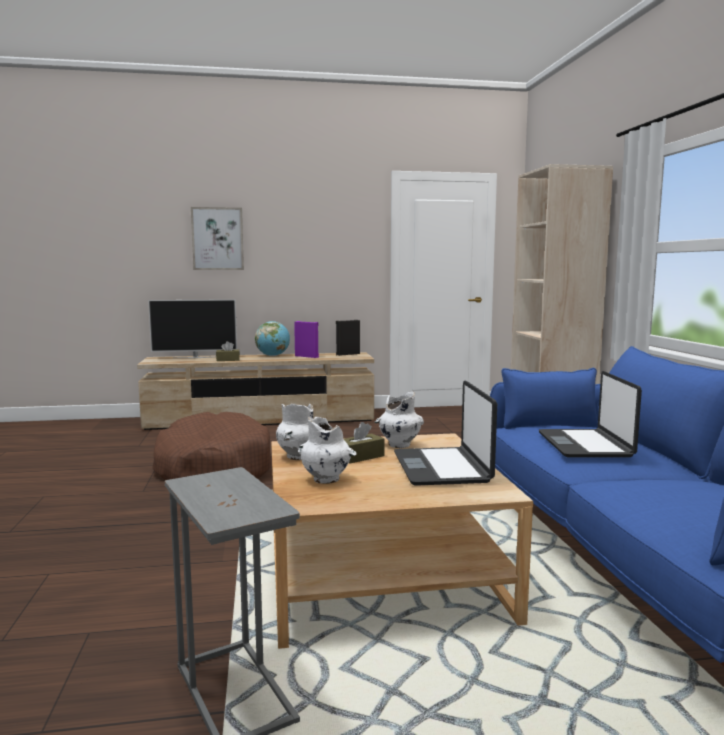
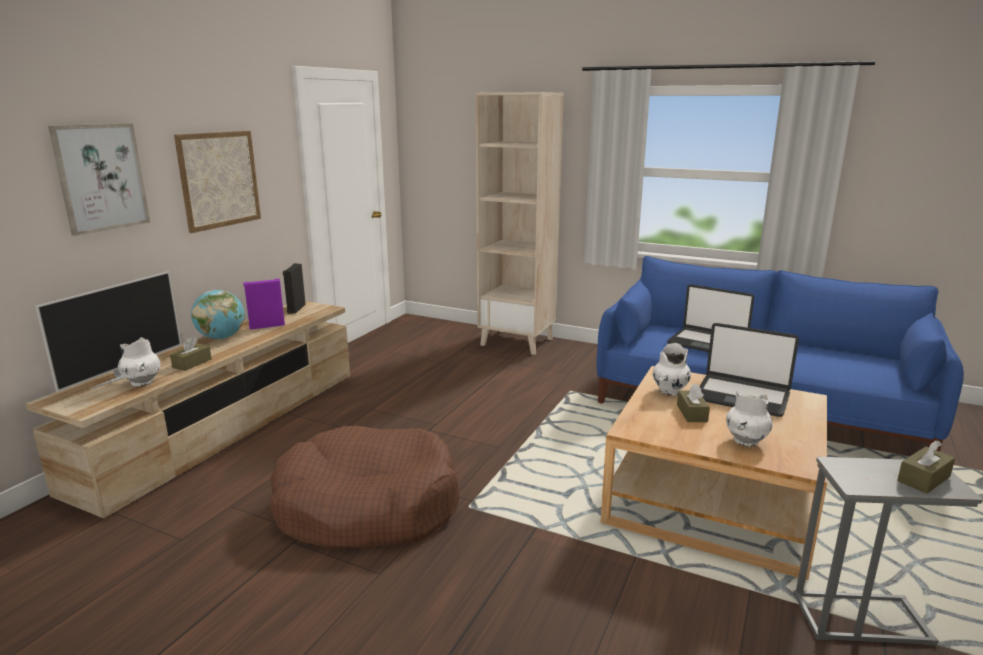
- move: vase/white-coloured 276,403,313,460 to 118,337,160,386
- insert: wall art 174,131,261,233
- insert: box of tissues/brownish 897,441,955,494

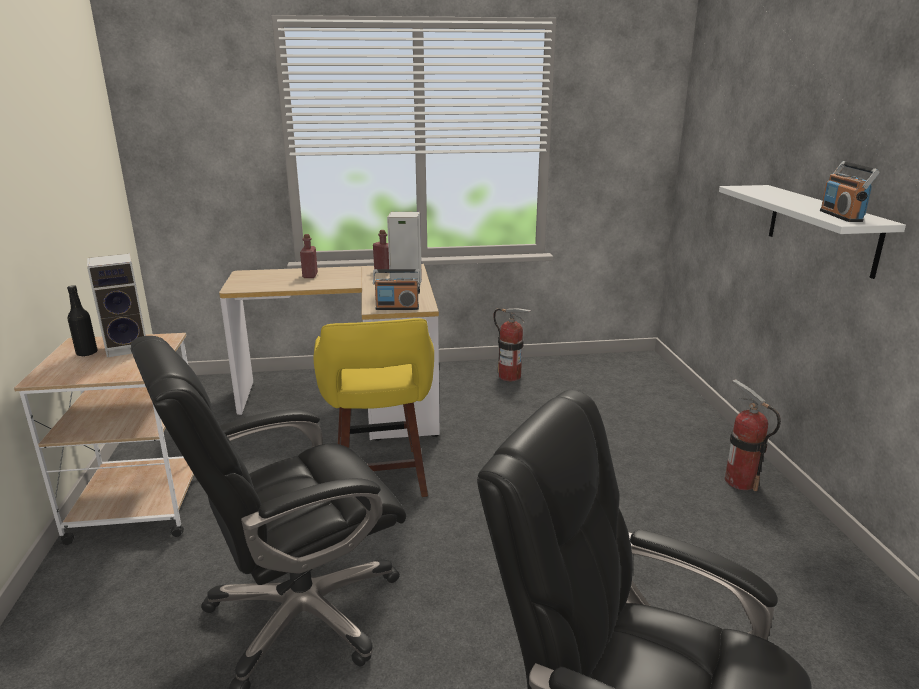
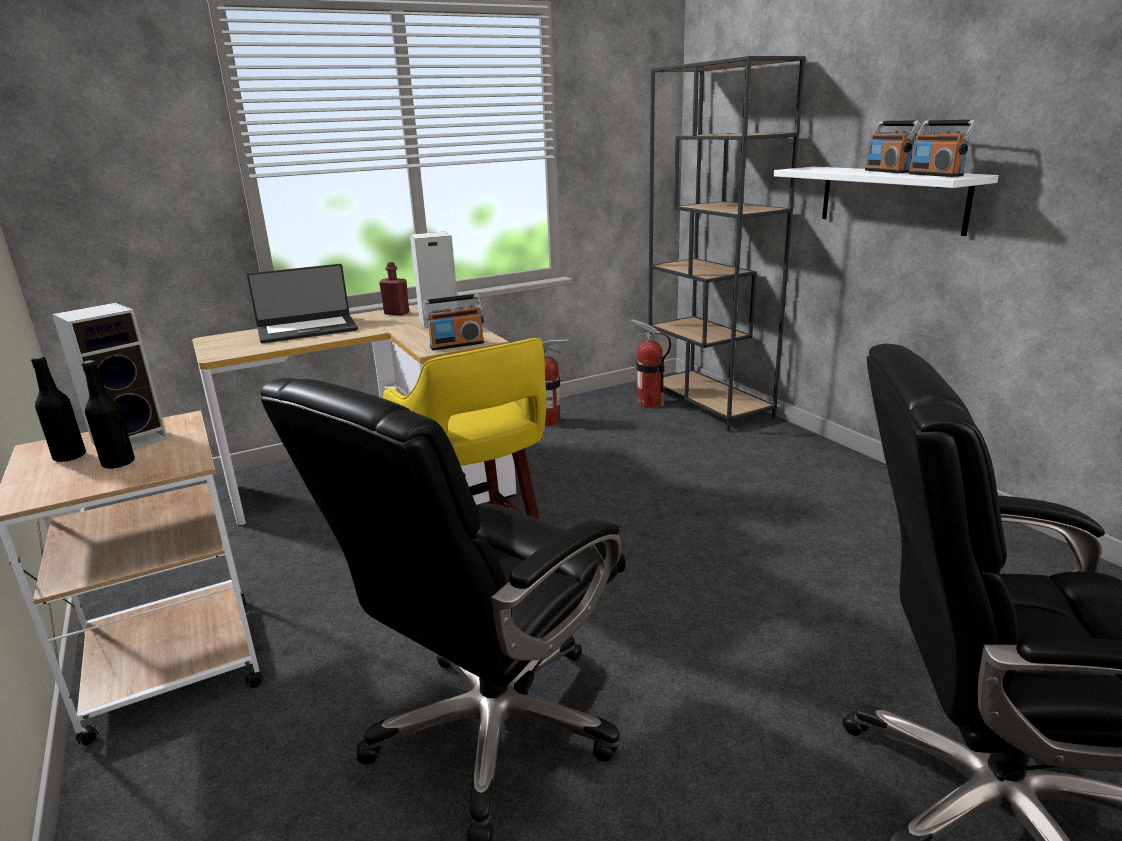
- replace: beverage bottle/red-coloured 300,234,318,278 to laptop 247,264,358,343
- move: extinguisher 725,379,781,491 to 630,319,671,408
- insert: shelving unit 648,56,805,431
- insert: radio 865,121,921,173
- insert: beverage bottle/black-coloured 82,360,135,469

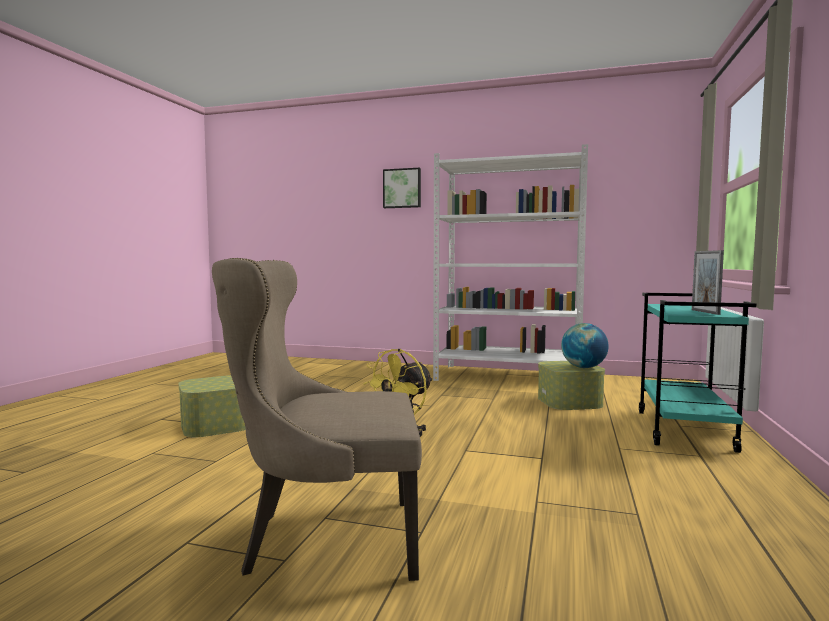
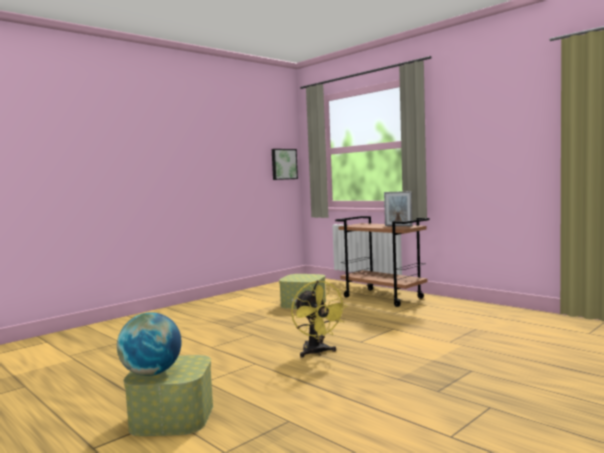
- delete: shelving unit/white-coloured 433,144,588,381
- move: wall art 383,168,421,208 to 272,149,298,180
- delete: upright chair/sand-coloured 212,258,422,581
- recolor: wheeled cart/turquoise 639,293,756,453 to wheeled cart/brownish 335,216,430,307
- move: globe 561,323,609,368 to 117,312,182,376

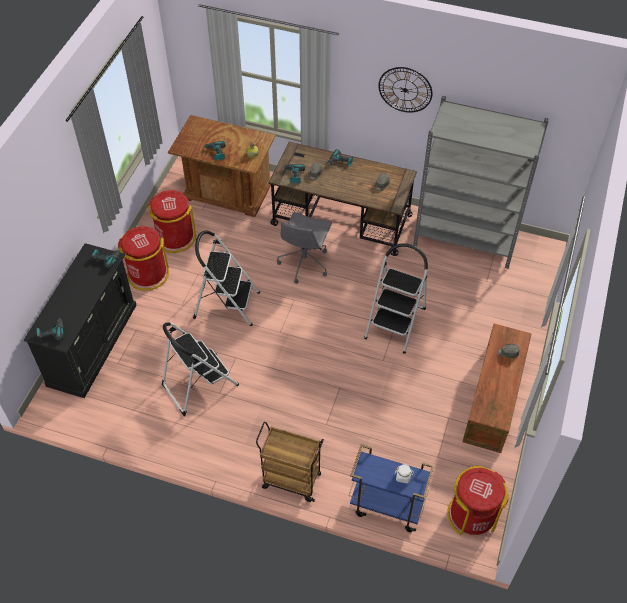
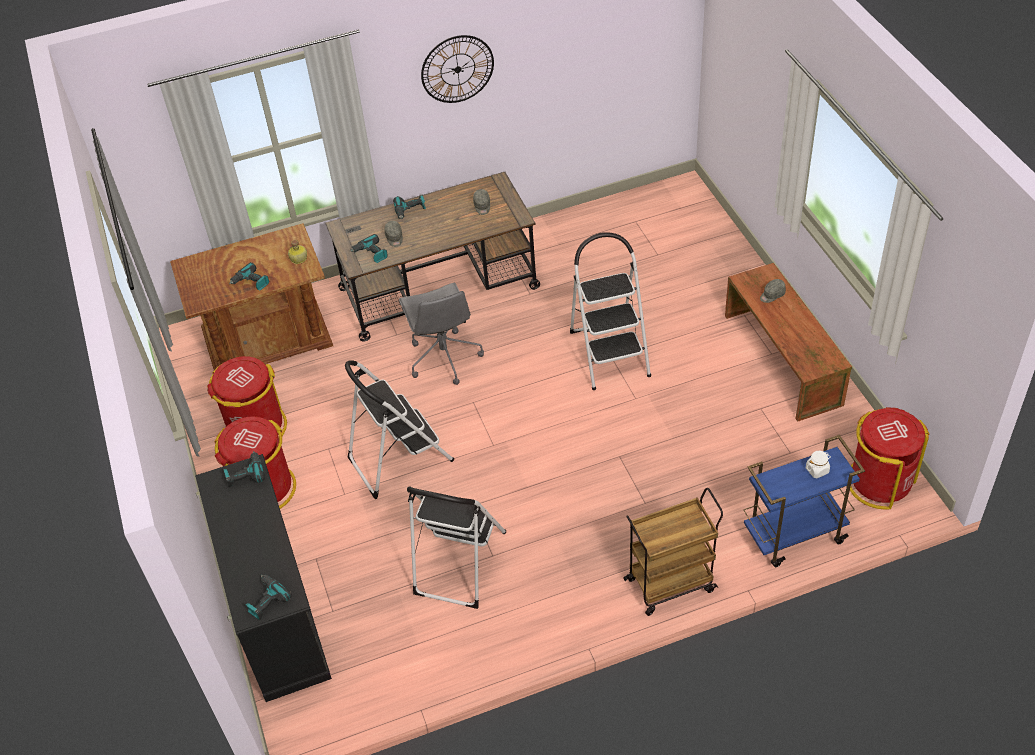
- delete: shelving unit/grey 413,96,549,269

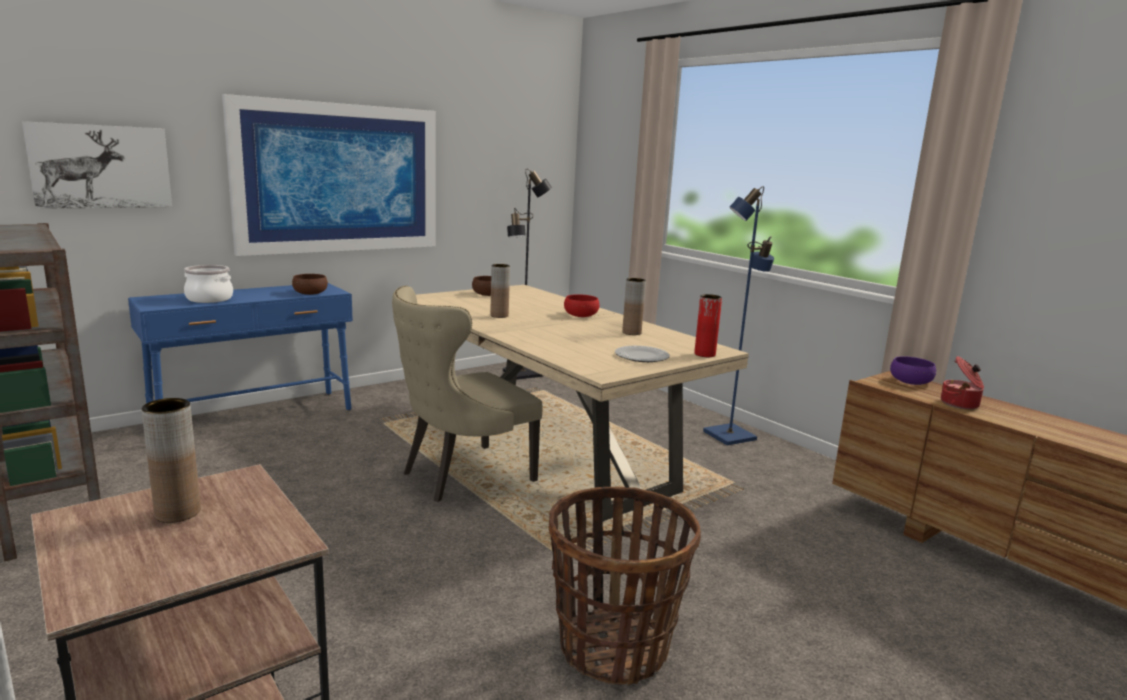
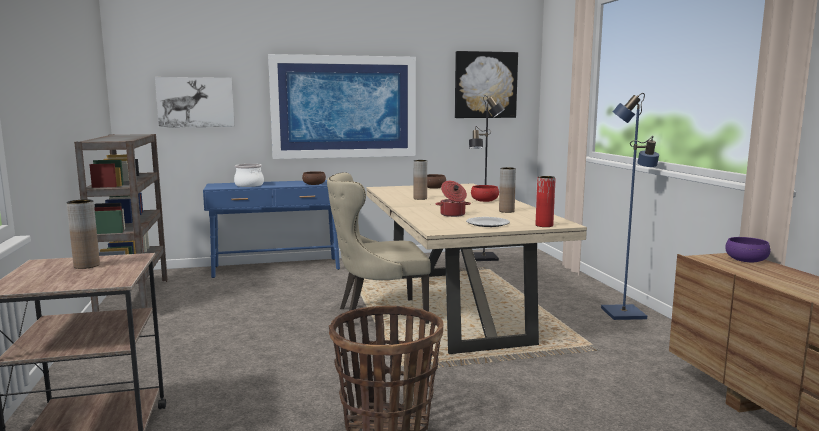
- move: stockpot 941,356,984,409 to 435,181,471,217
- insert: wall art 455,51,518,118

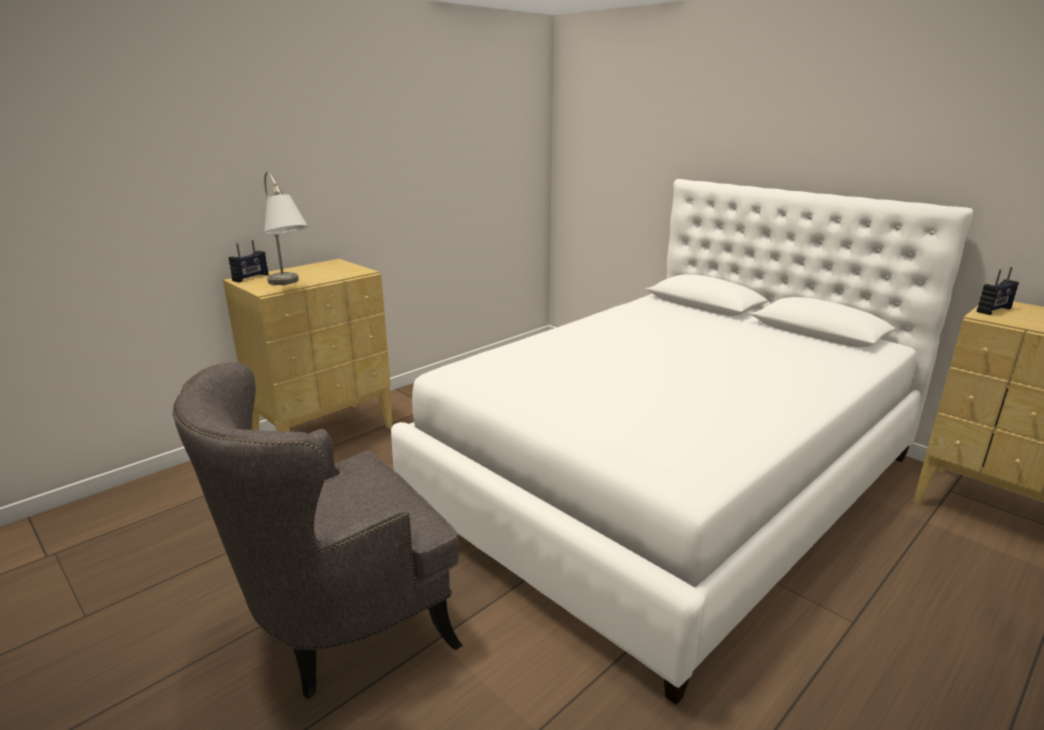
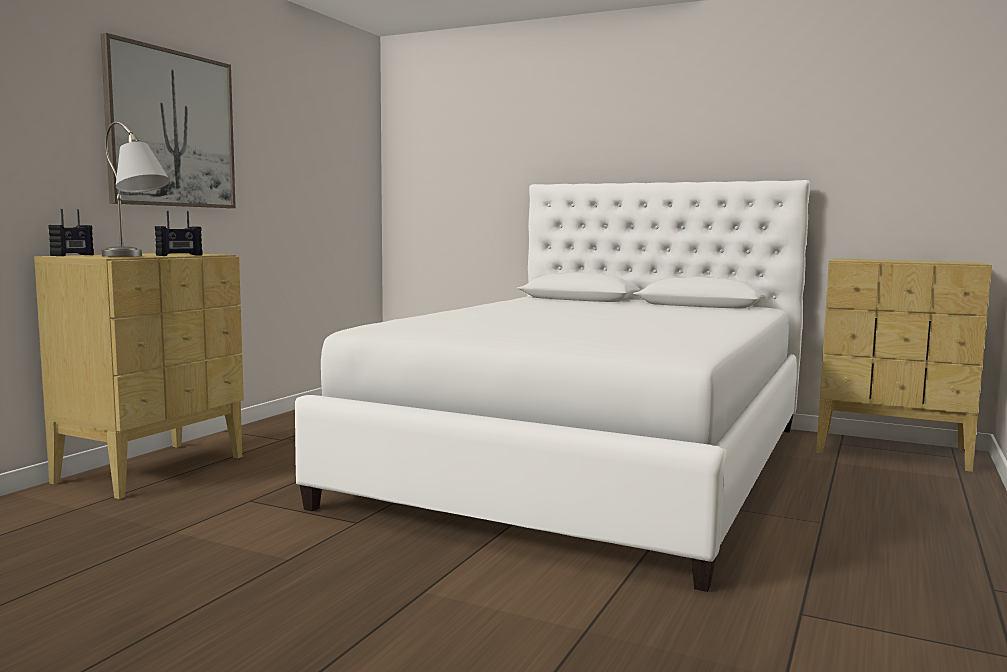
- move: radio 977,267,1019,315 to 155,211,202,256
- delete: armchair/grey 173,362,463,699
- insert: wall art 101,33,236,208

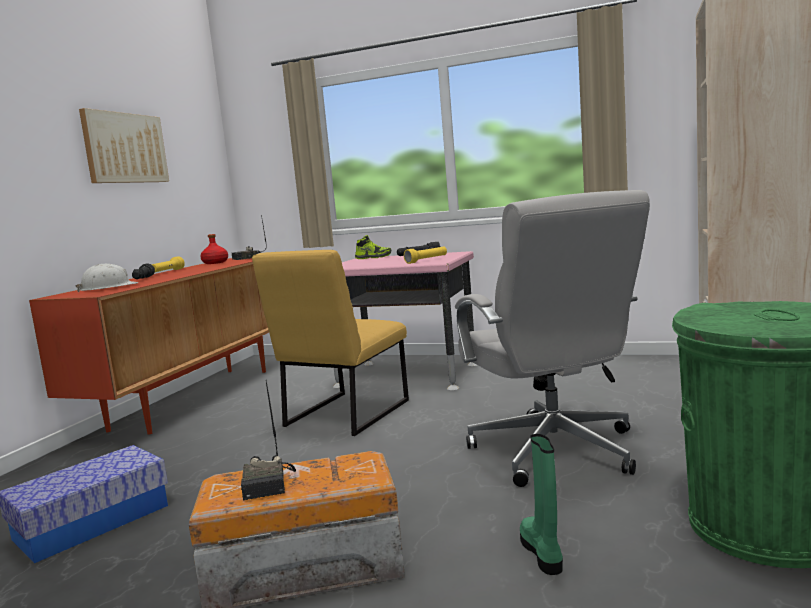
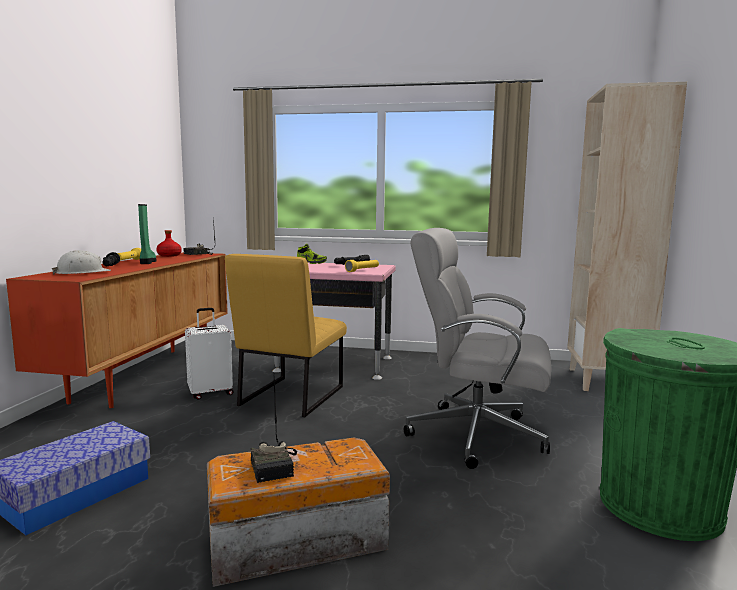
- delete: wall art 79,108,169,183
- rotate: computer chair/grey 455,190,650,487 = 404,228,551,469 135 degrees clockwise
- move: high-top boot/green 520,434,563,575 to 138,204,157,264
- insert: suitcase/white-coloured 185,308,233,400

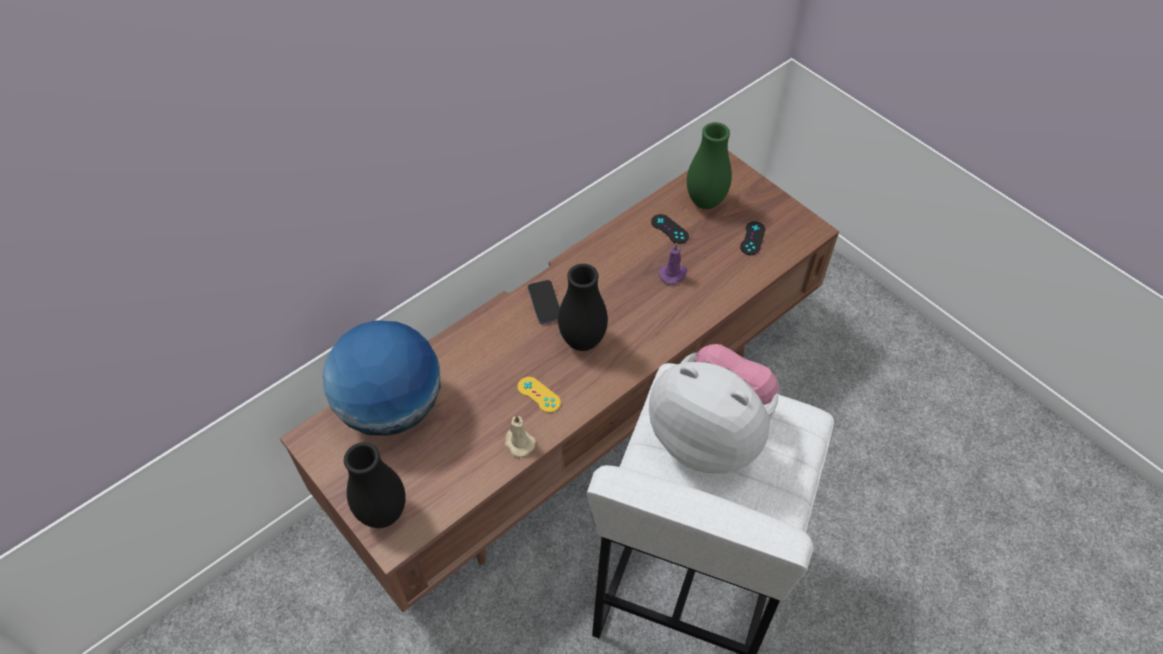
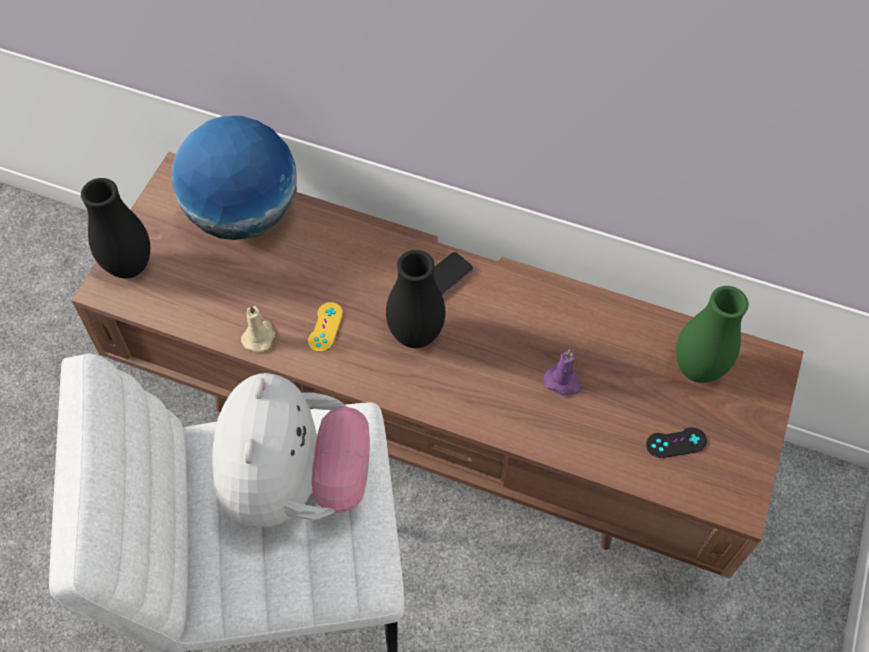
- delete: joypad/black-coloured 651,214,689,244

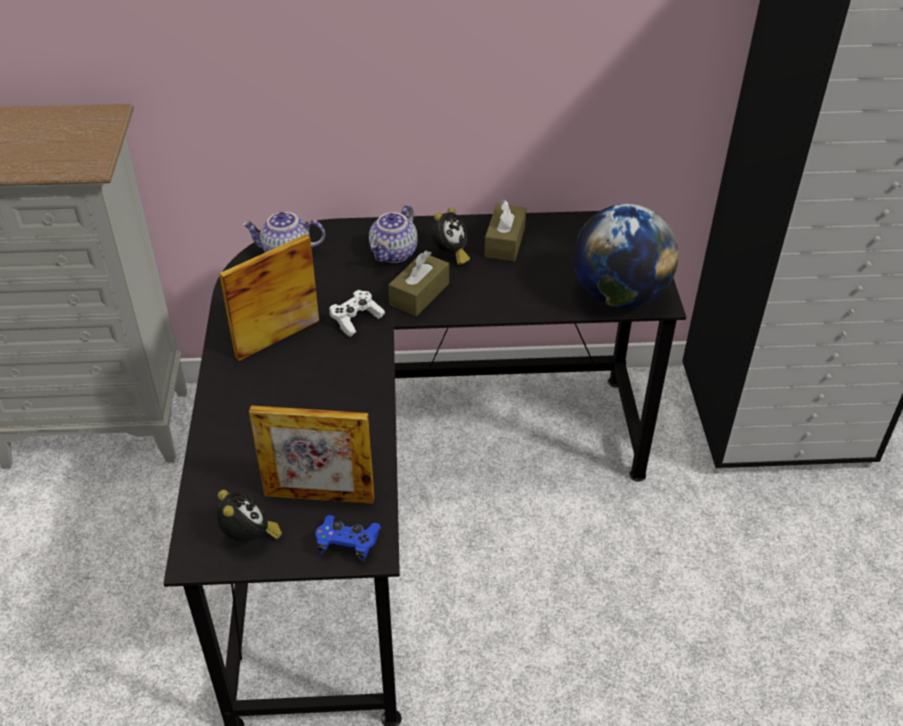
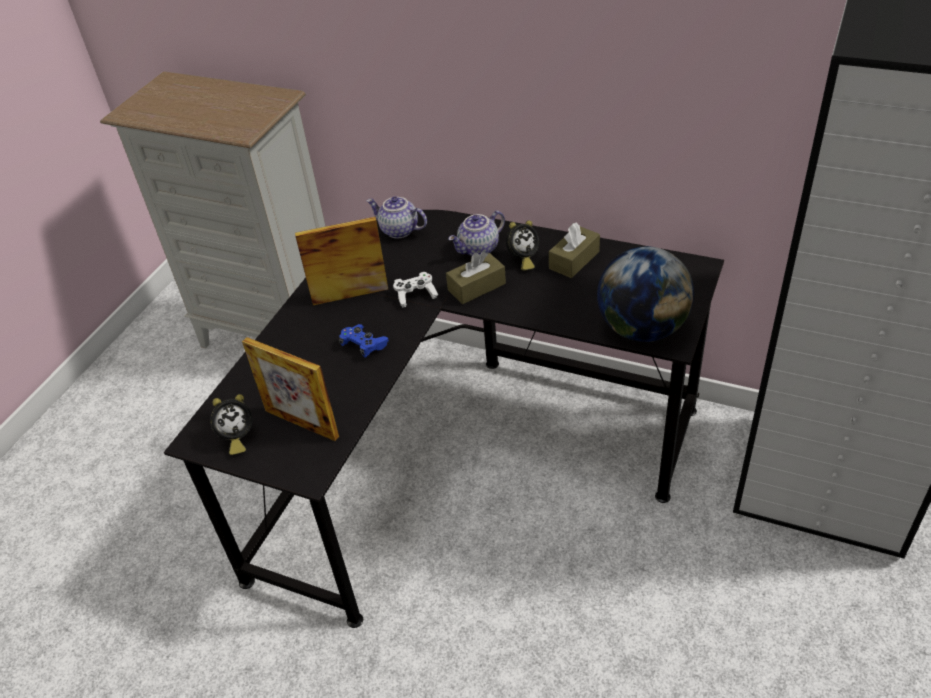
- rotate: table clock 217,490,282,542 = 210,394,253,455 60 degrees clockwise
- move: joypad/bluish 315,515,381,561 to 339,324,389,358

